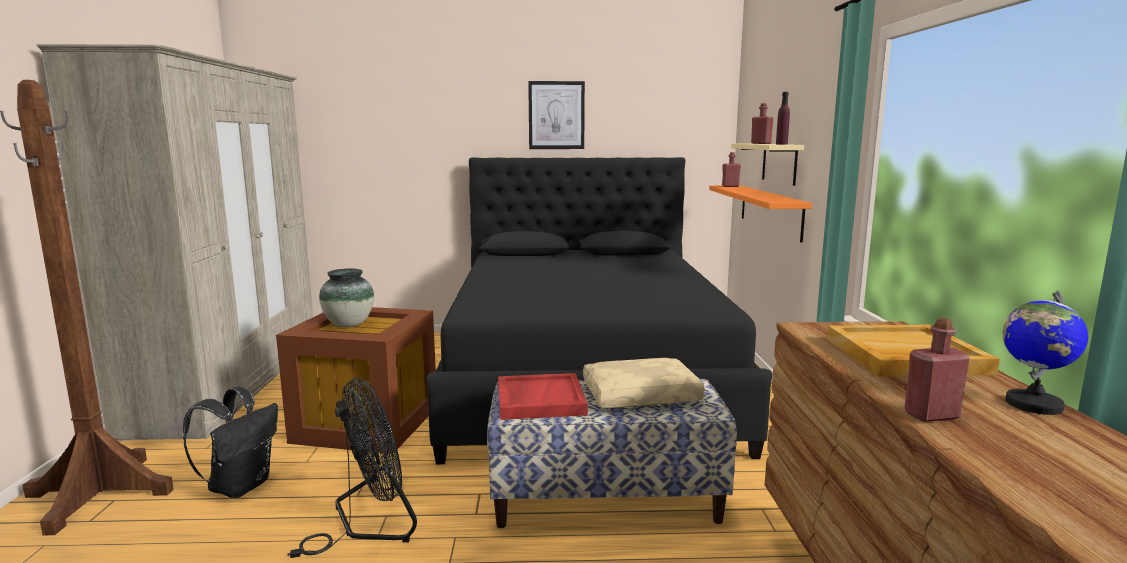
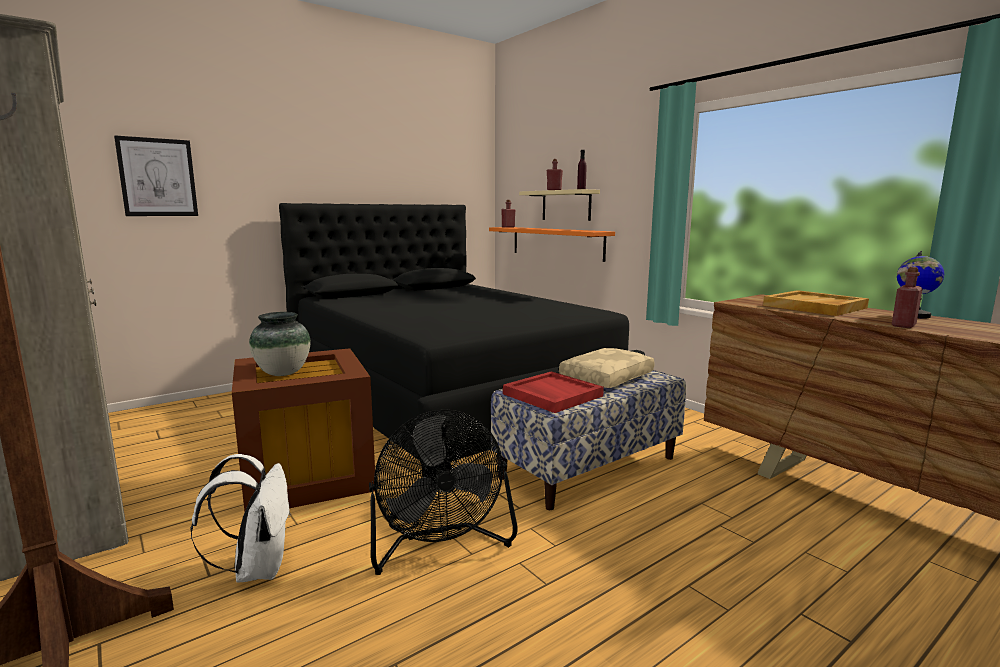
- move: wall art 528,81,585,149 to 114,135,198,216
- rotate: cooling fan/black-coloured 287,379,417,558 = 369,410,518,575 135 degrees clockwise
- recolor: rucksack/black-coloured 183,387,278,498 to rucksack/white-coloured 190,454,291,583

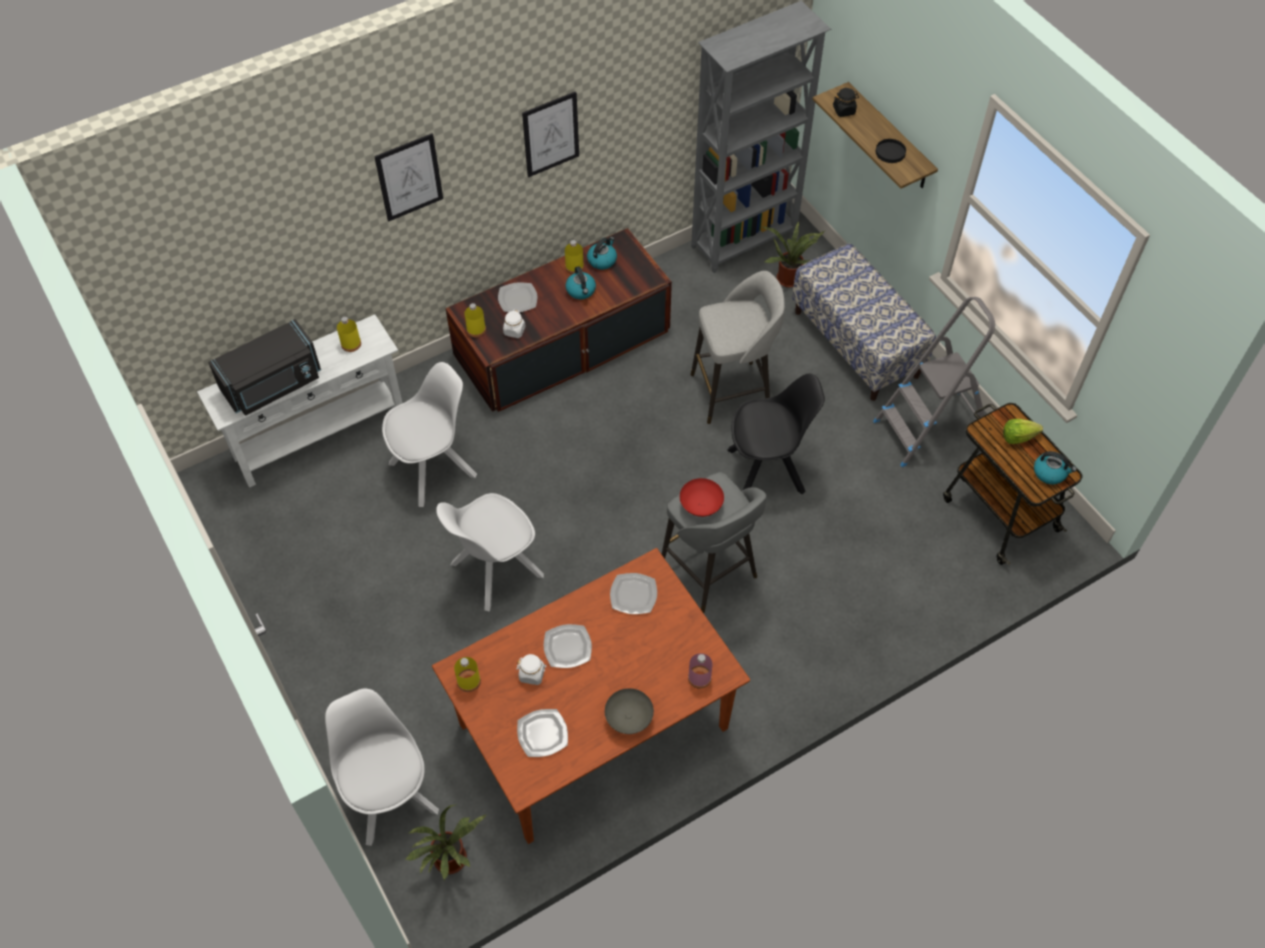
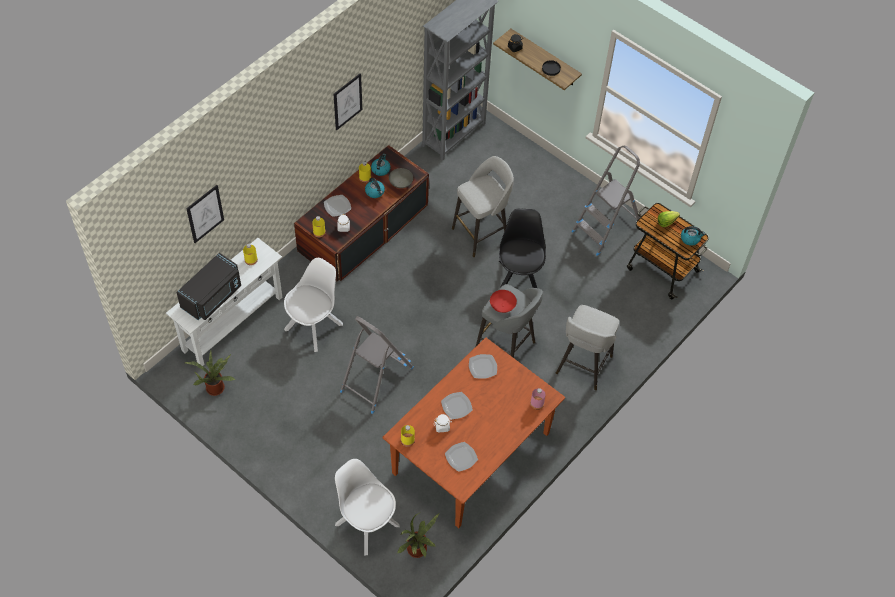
- move: wall art 374,133,443,221 to 186,185,224,243
- move: potted plant 762,221,826,288 to 185,350,235,396
- delete: bench 792,243,936,401
- rotate: upright chair/black-coloured 727,373,825,494 = 499,208,546,289 60 degrees counterclockwise
- replace: upright chair/white-coloured 436,493,544,612 to step ladder/grey 340,316,414,414
- move: bowl/grey 605,688,654,734 to 389,168,413,188
- insert: sitting stool/grey 556,305,619,390

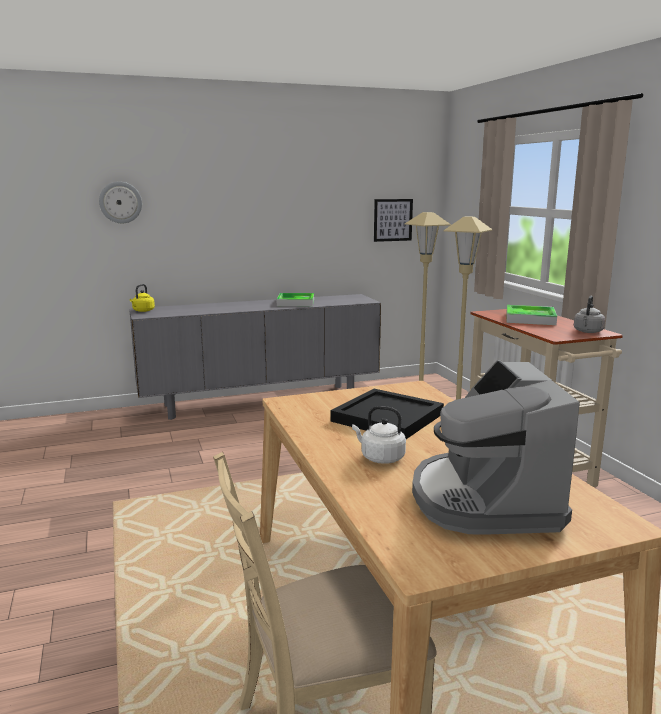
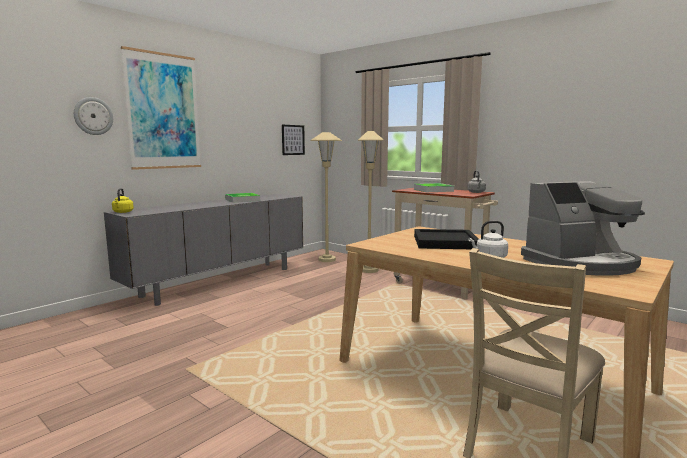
- rotate: coffee machine 412,360,580,534 = 521,181,645,276 75 degrees counterclockwise
- insert: wall art 121,46,201,170

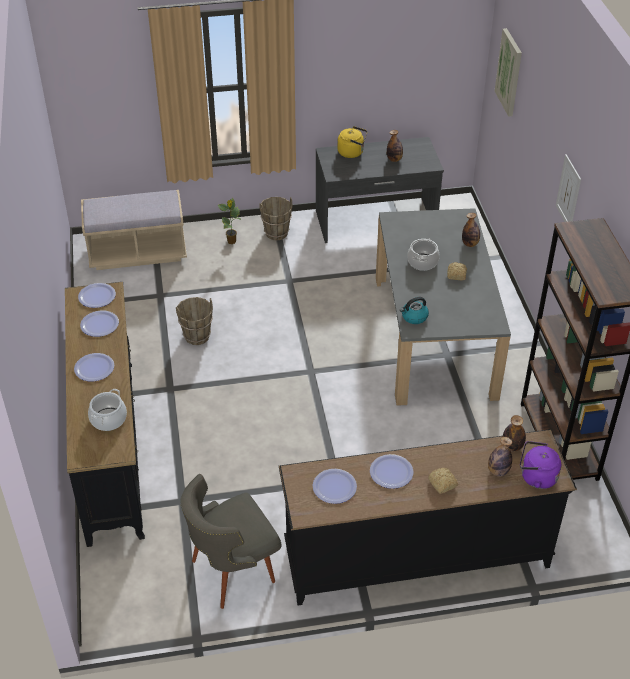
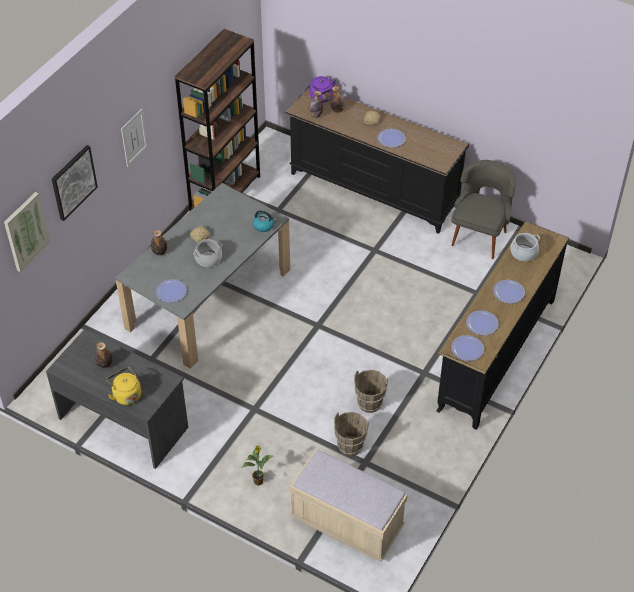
- move: water bucket/brownish 259,197,292,240 to 334,412,369,456
- move: plate 313,469,357,504 to 156,279,187,303
- rotate: upright chair/grey 181,474,282,609 = 451,160,516,259 75 degrees counterclockwise
- insert: wall art 52,145,98,221

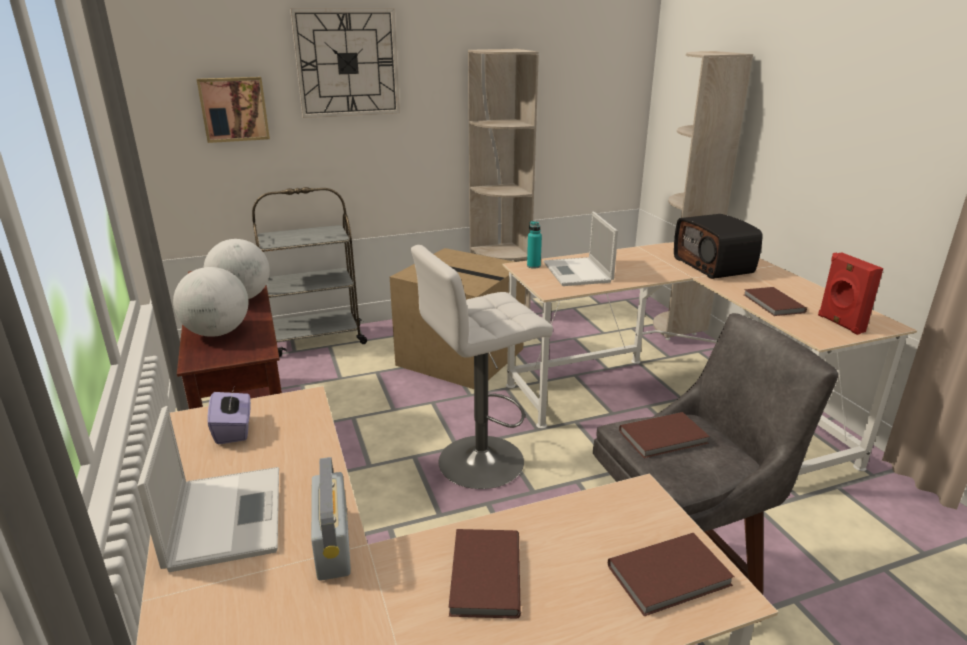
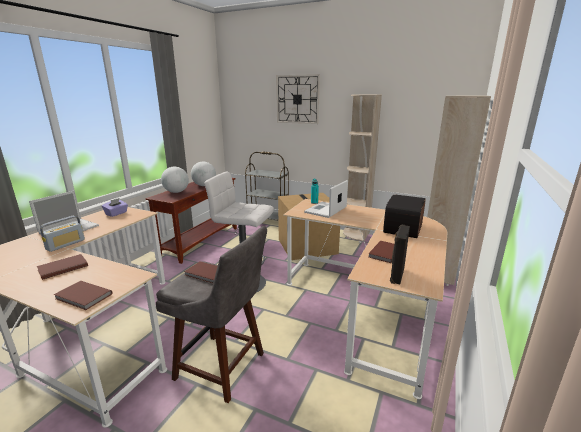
- delete: wall art 197,77,270,143
- recolor: audio speaker/red-coloured 818,253,883,335 to audio speaker/black-coloured 390,224,410,284

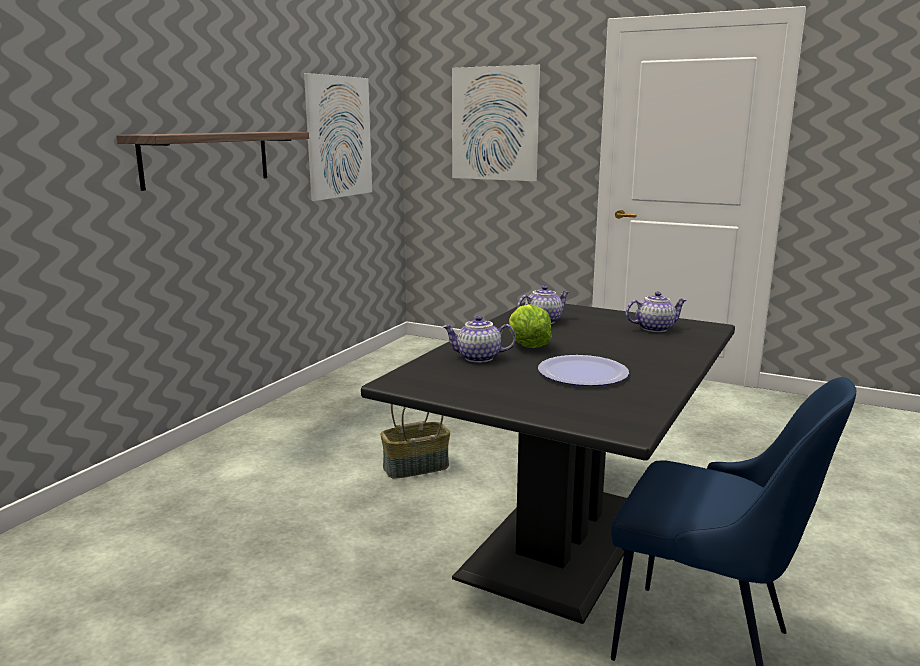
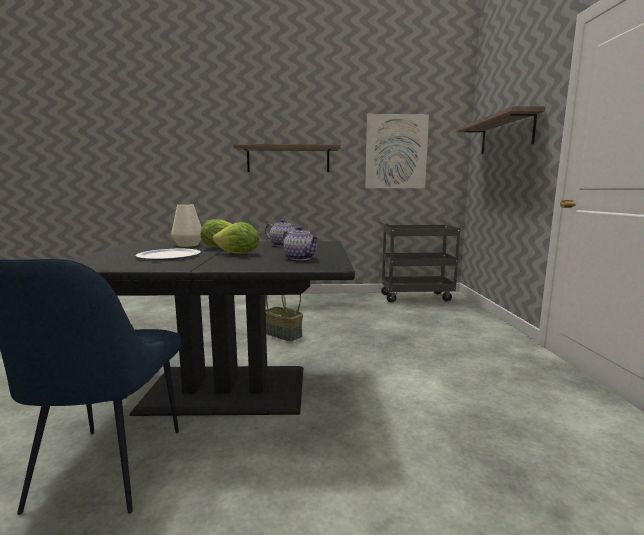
- replace: wall art 452,65,540,181 to wall shelf 456,106,545,154
- replace: tea pot 442,316,516,363 to vase/white-coloured 171,204,202,247
- insert: wheeled cart/grey 378,220,460,302
- insert: lettuce 213,222,259,254

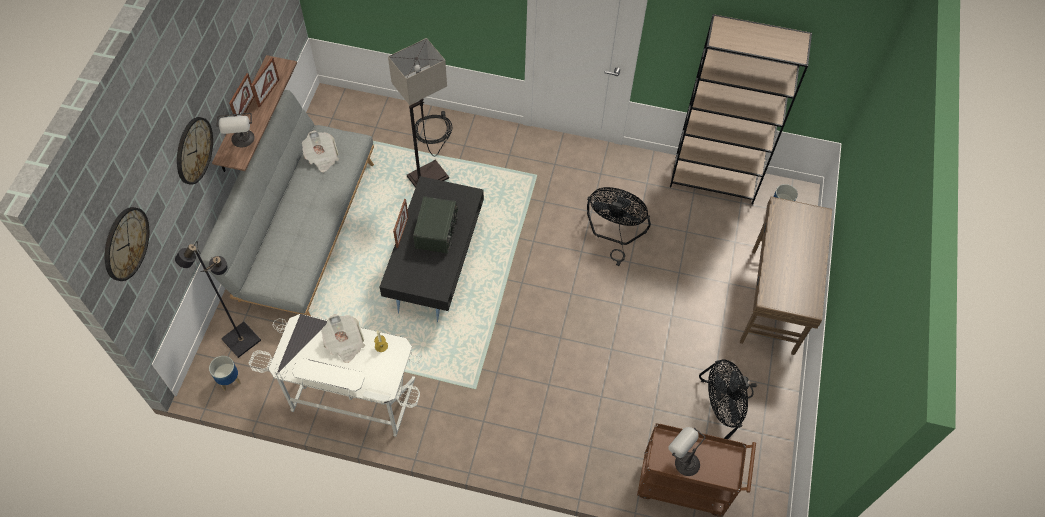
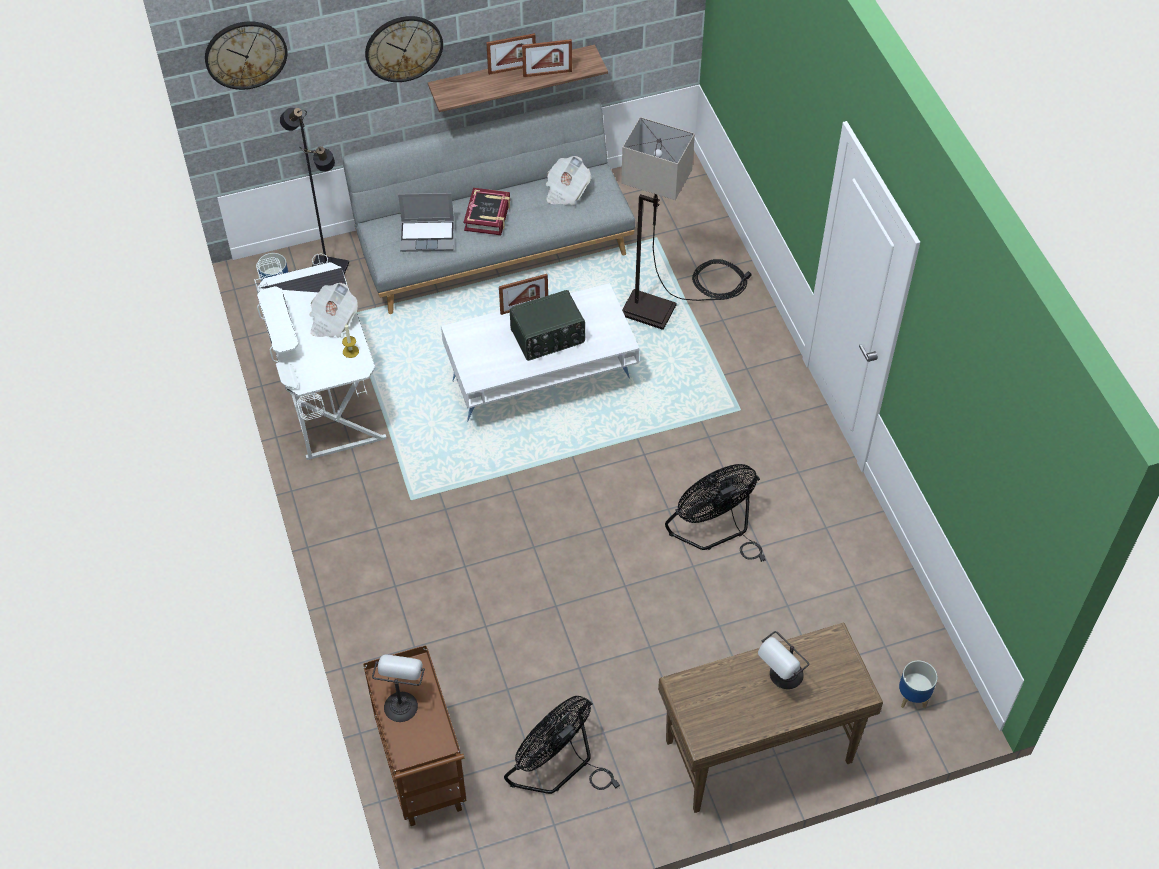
- delete: shelving unit/sand-coloured 670,14,812,204
- move: table lamp 216,113,255,147 to 758,631,809,689
- recolor: low table/black-coloured 380,176,484,323 to low table/white-coloured 441,283,639,422
- rotate: cooling fan/black-coloured 587,187,651,266 = 665,464,766,562 105 degrees counterclockwise
- insert: volume 463,188,510,235
- insert: laptop 398,193,454,252

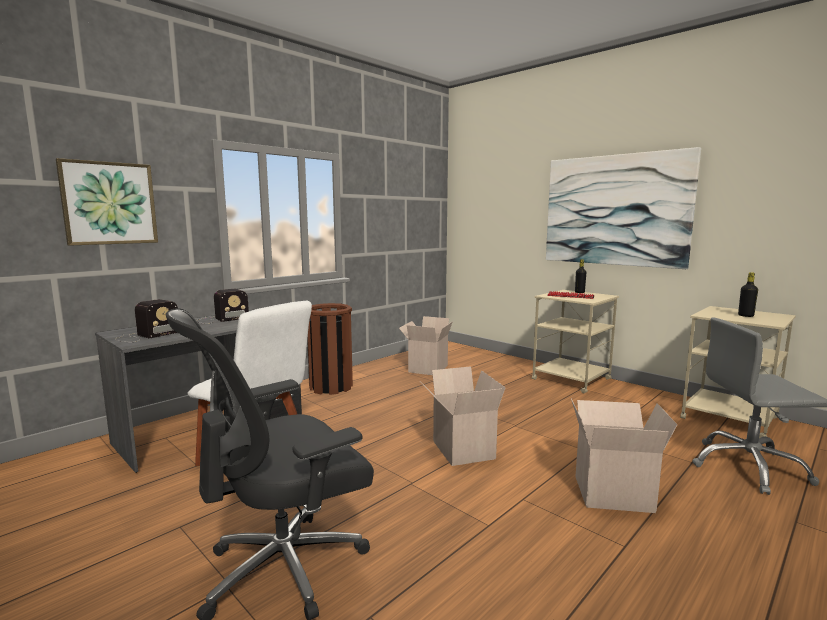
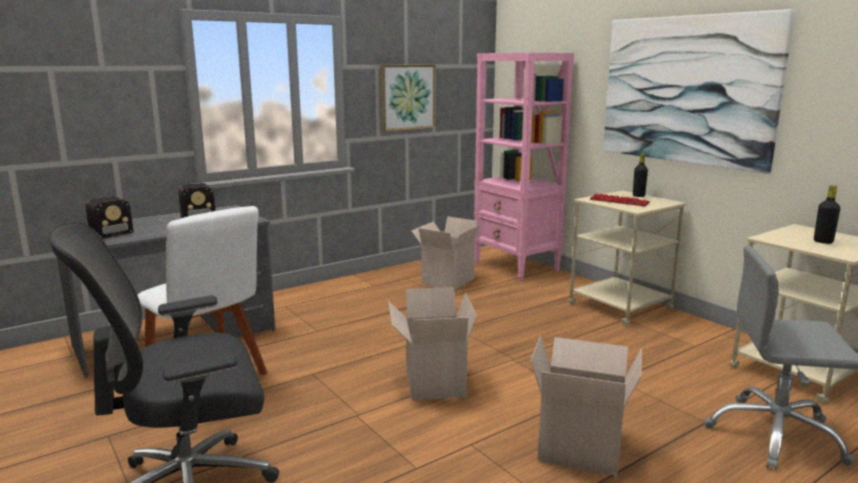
- move: wall art 56,158,158,246 to 380,65,436,132
- delete: trash can/brownish 307,303,353,395
- insert: shelving unit/pink 474,53,574,281

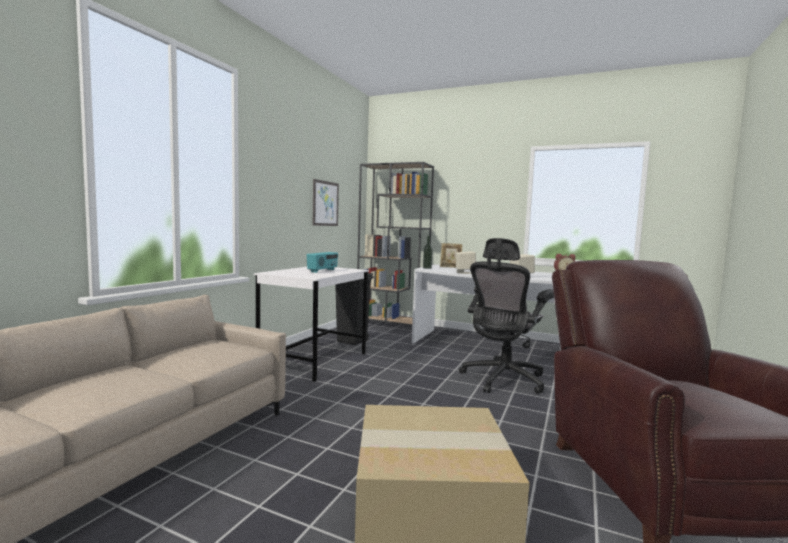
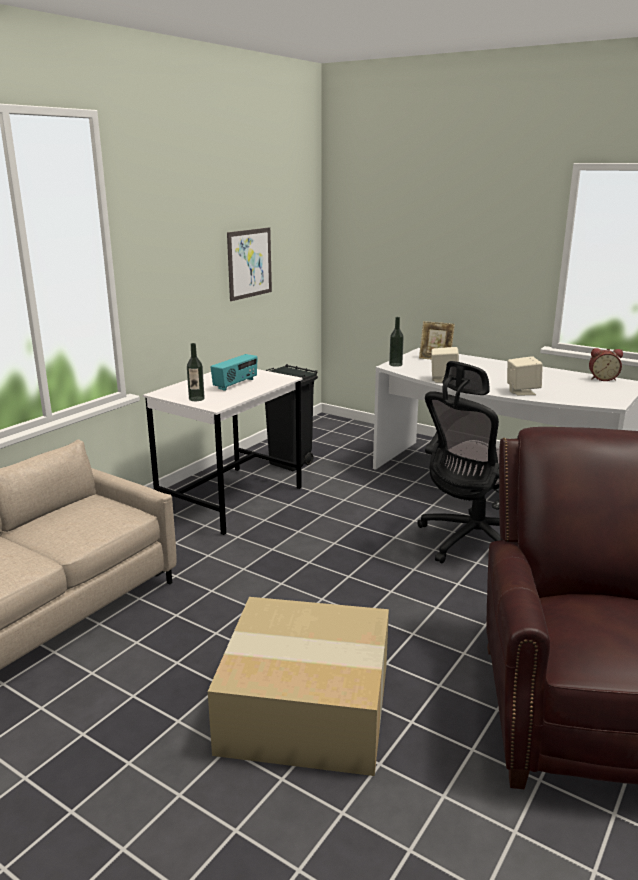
- delete: shelving unit 357,162,434,326
- insert: beverage bottle 187,343,205,401

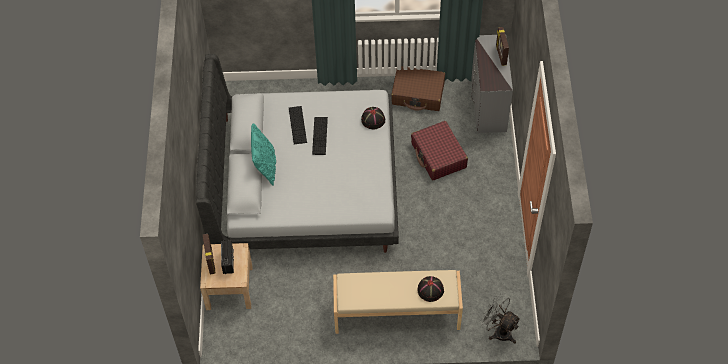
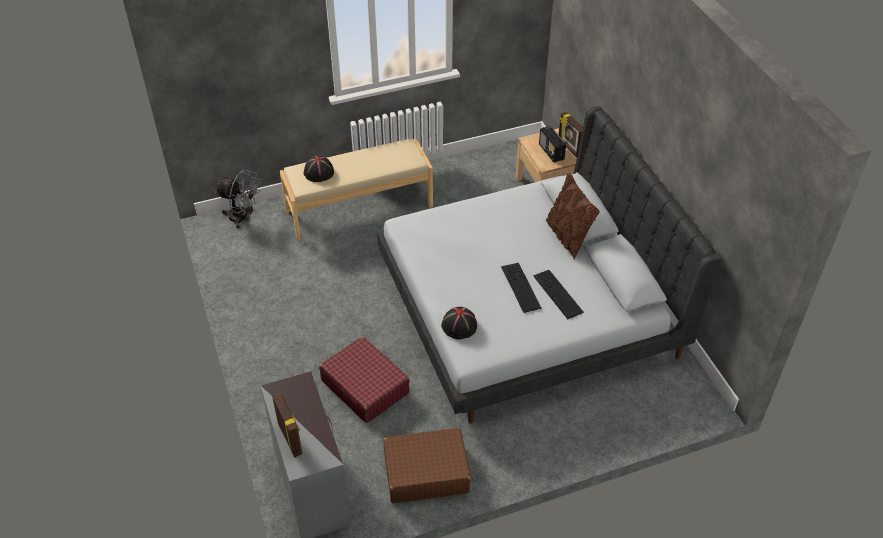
- recolor: pillow/turquoise 251,123,276,186 to pillow/brownish 546,173,600,259

